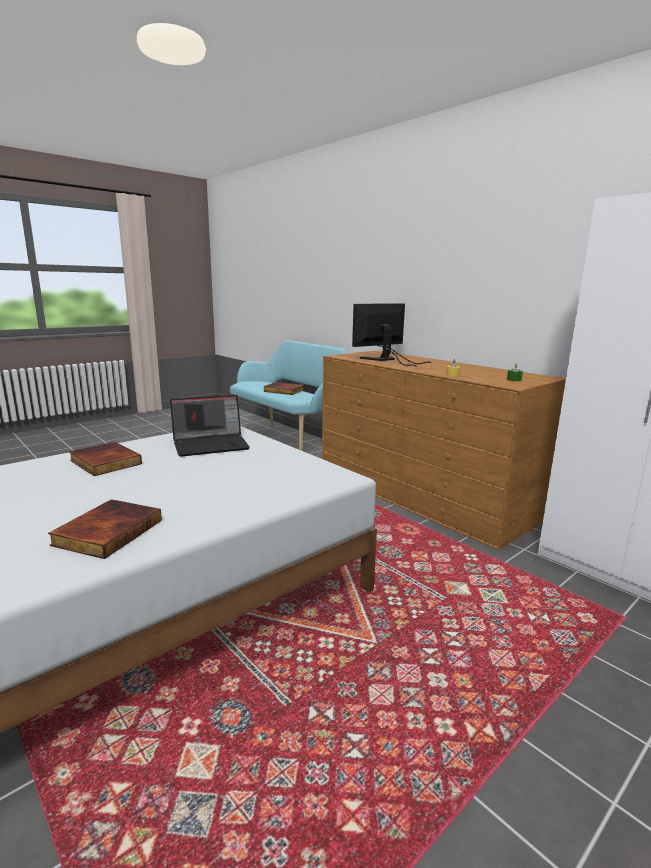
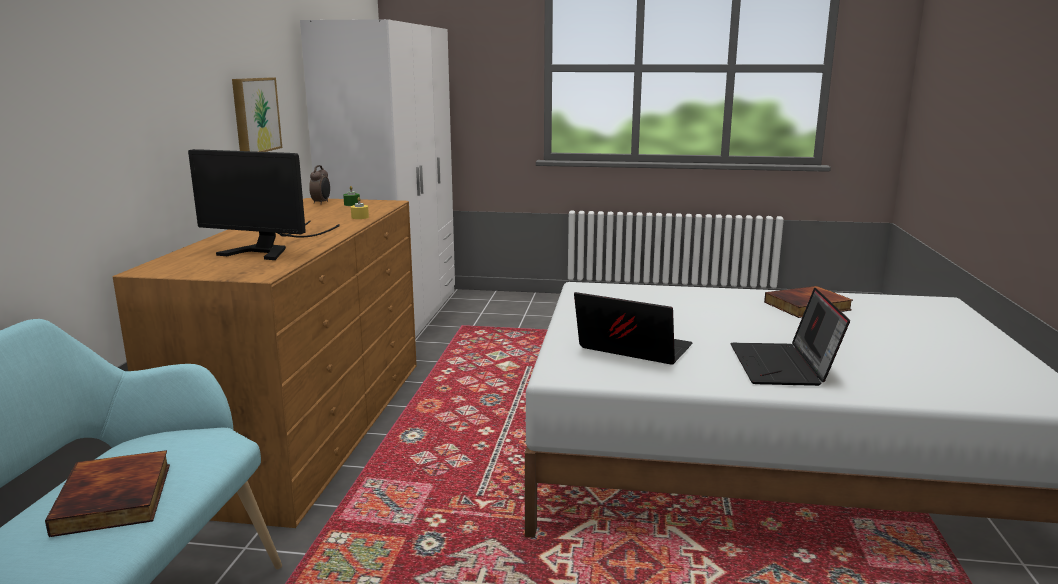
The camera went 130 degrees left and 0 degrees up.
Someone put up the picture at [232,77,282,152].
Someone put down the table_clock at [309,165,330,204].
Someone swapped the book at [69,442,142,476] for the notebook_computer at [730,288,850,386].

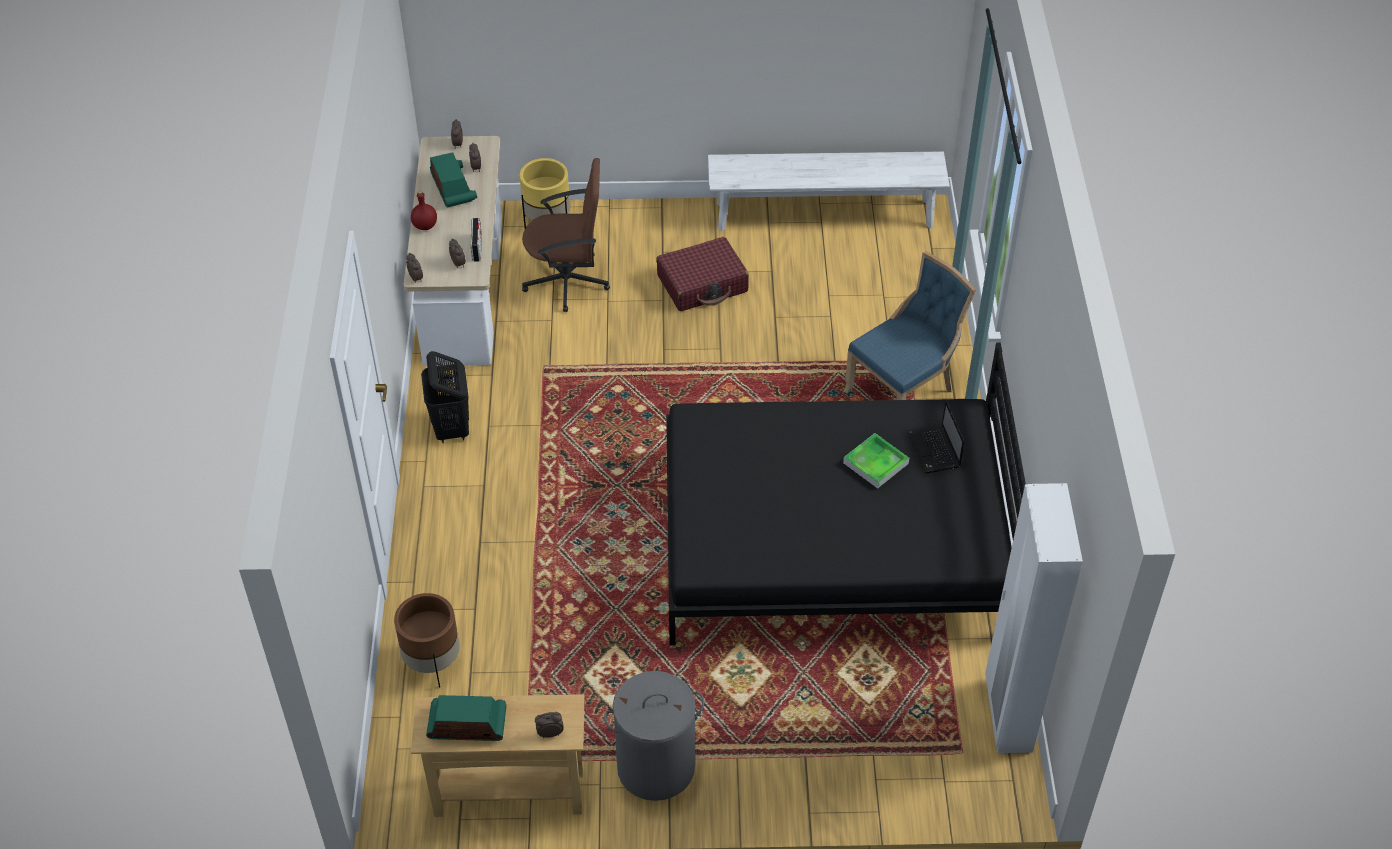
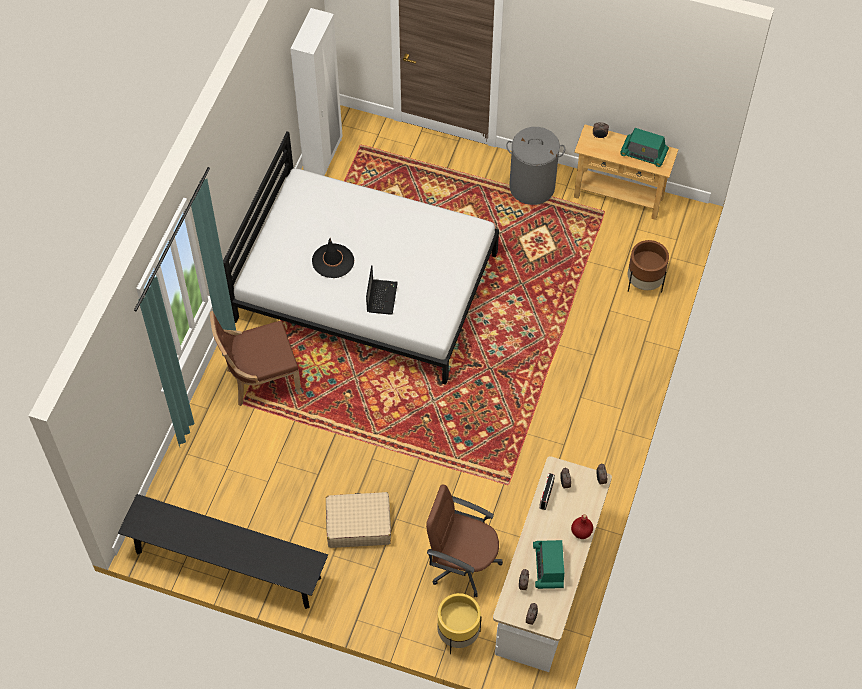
The camera went 160 degrees left and 10 degrees up.
Someone took away the black_hamper at [421,351,469,443].
Someone carried the notebook_computer from [907,400,964,473] to [366,265,398,315].
Someone swapped the serving_tray at [843,433,909,489] for the black_clothing_hat at [312,238,354,278].
Someone repainted the red_travel_case at [656,237,749,311], which became the sand-coloured_travel_case at [326,492,391,548].
Someone repainted the black_sleeping_bed at [666,342,1026,645], which became the white-coloured_sleeping_bed at [223,131,499,385].
Someone repainted the white-coloured_indoor_bench at [708,151,950,231], which became the black_indoor_bench at [118,494,328,609].
Someone repainted the bluish_upright_chair at [843,251,976,400], which became the brown_upright_chair at [210,311,302,406].

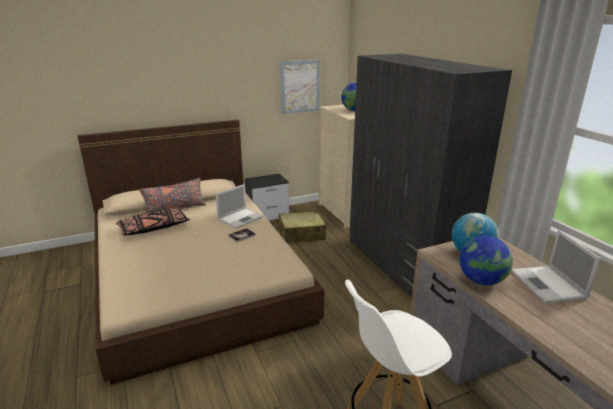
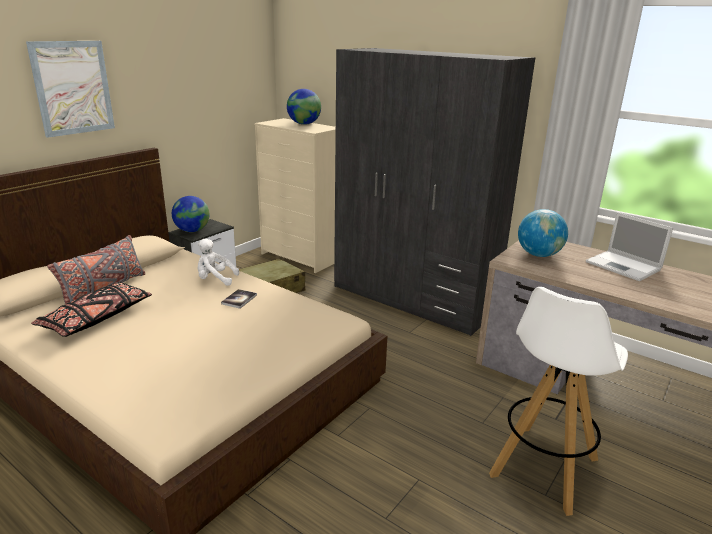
The camera went 30 degrees left and 0 degrees up.
Someone carried the picture from [280,59,320,114] to [26,41,115,138].
Someone carried the desk_globe from [459,236,513,285] to [172,196,209,232].
Someone swapped the notebook_computer at [215,184,264,229] for the white-coloured_cuddly_toy at [197,239,239,286].

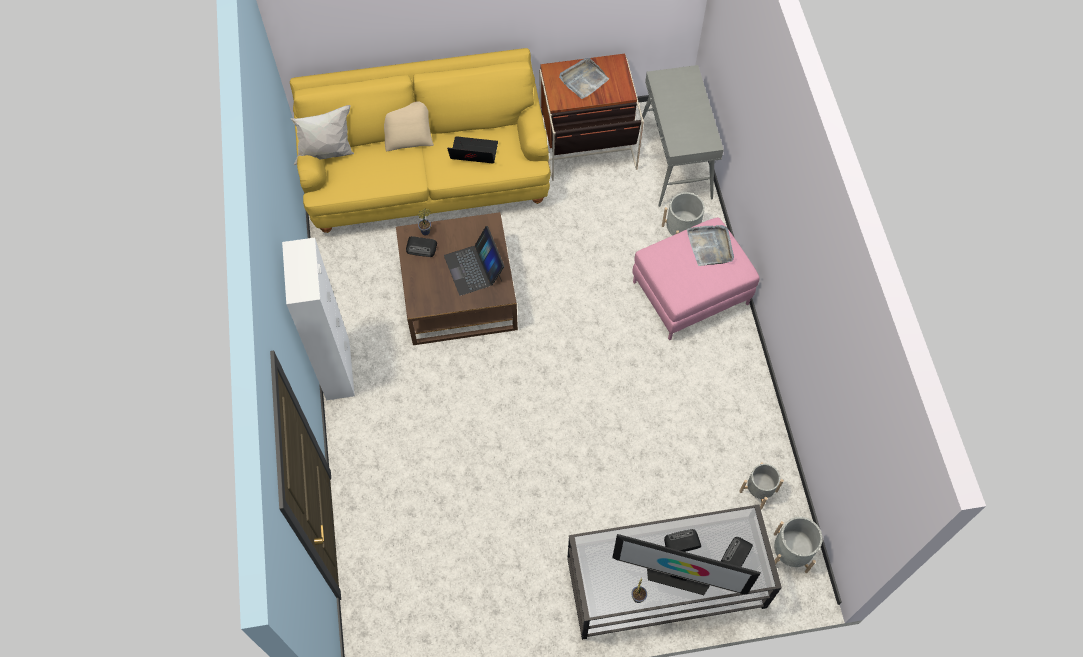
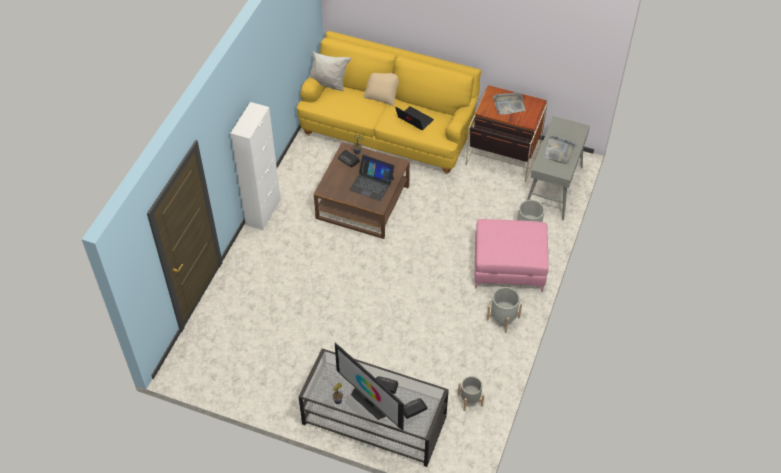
The camera went 30 degrees right and 10 degrees down.
Someone carried the greyish_serving_tray from [687,225,734,266] to [544,135,577,164].
Someone carried the greyish_planter from [774,517,823,573] to [487,287,522,333].
Someone rotated the notebook_computer at [444,226,504,296] by 75 degrees counterclockwise.

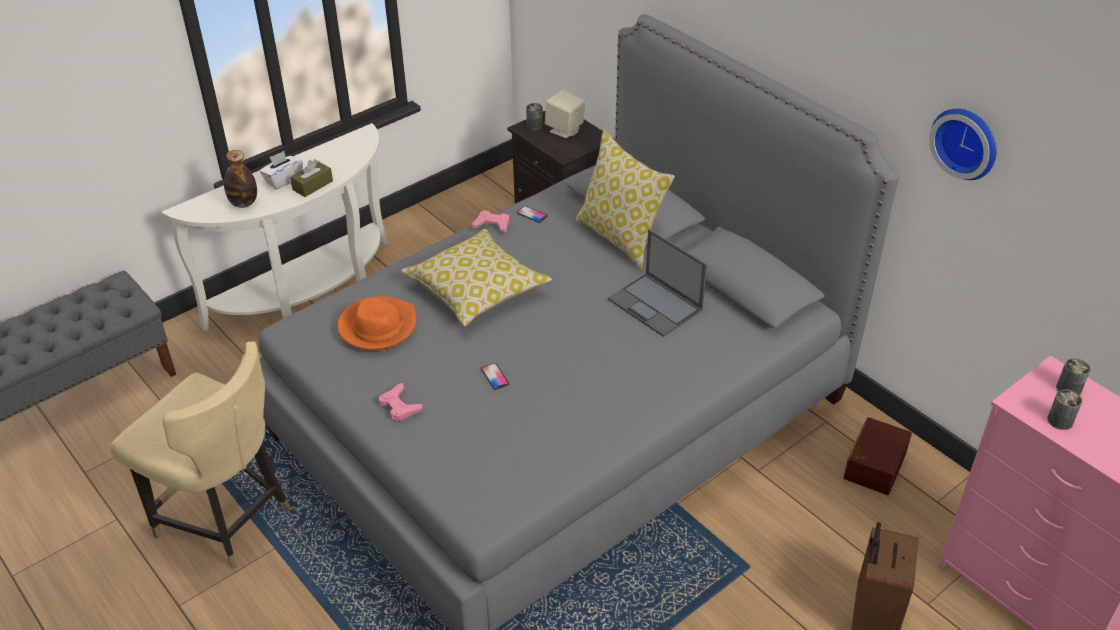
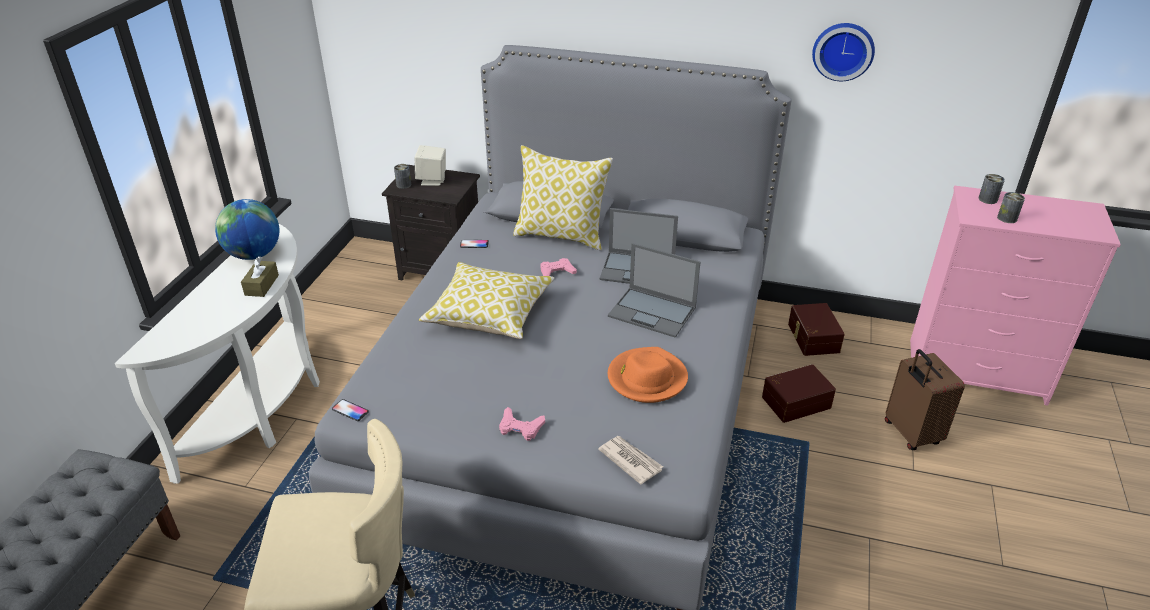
The camera went 35 degrees left and 5 degrees down.
Someone took away the bottle at [224,150,257,208].
Someone took away the white-coloured_box_of_tissues at [259,151,303,189].
Someone put down the desk_globe at [215,199,279,260].
Someone put down the newspaper at [598,436,663,485].
Someone put down the notebook_computer at [608,243,700,338].
Someone put down the brown_storage_container at [762,364,836,423].
Someone carried the orange-coloured_clothing_hat from [337,296,416,351] to [608,347,688,403].
Someone carried the pinkish_gamepad from [472,211,510,233] to [541,258,577,276].
Someone carried the phone from [481,363,509,390] to [332,399,369,421].

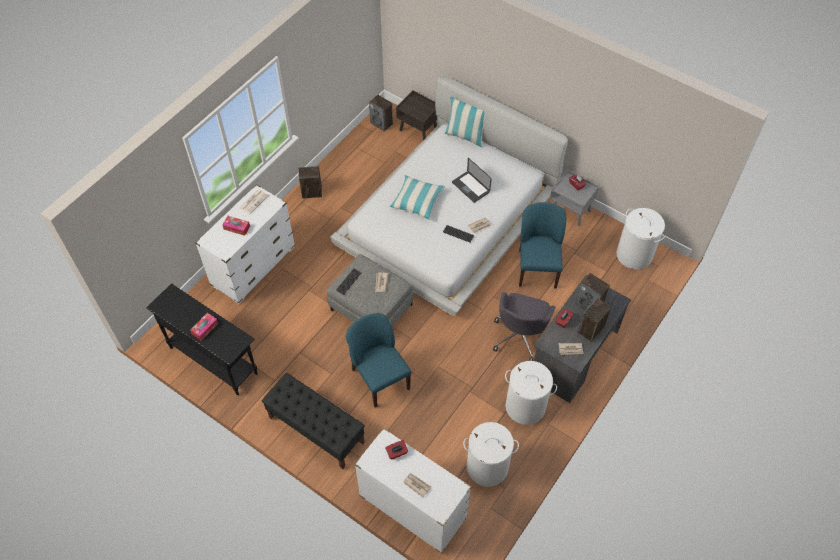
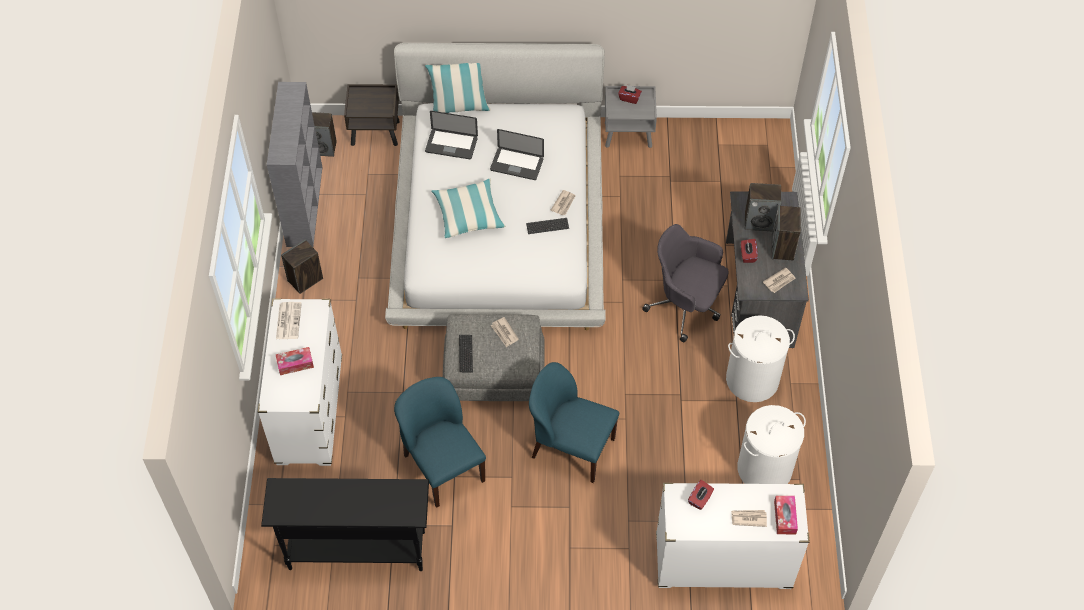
The camera went 35 degrees left and 0 degrees up.
Someone took away the black_indoor_bench at [262,373,365,469].
Someone took away the white-coloured_hamper at [616,208,665,269].
Someone put down the greyish_shelving_unit at [267,82,322,247].
Someone put down the notebook_computer at [425,111,478,159].
Someone carried the box_of_tissues from [190,313,218,341] to [774,496,798,534].
Someone carried the bluish_upright_chair from [519,202,566,289] to [394,377,486,508].
Someone rotated the greyish_office_chair at [493,292,555,361] by 135 degrees clockwise.

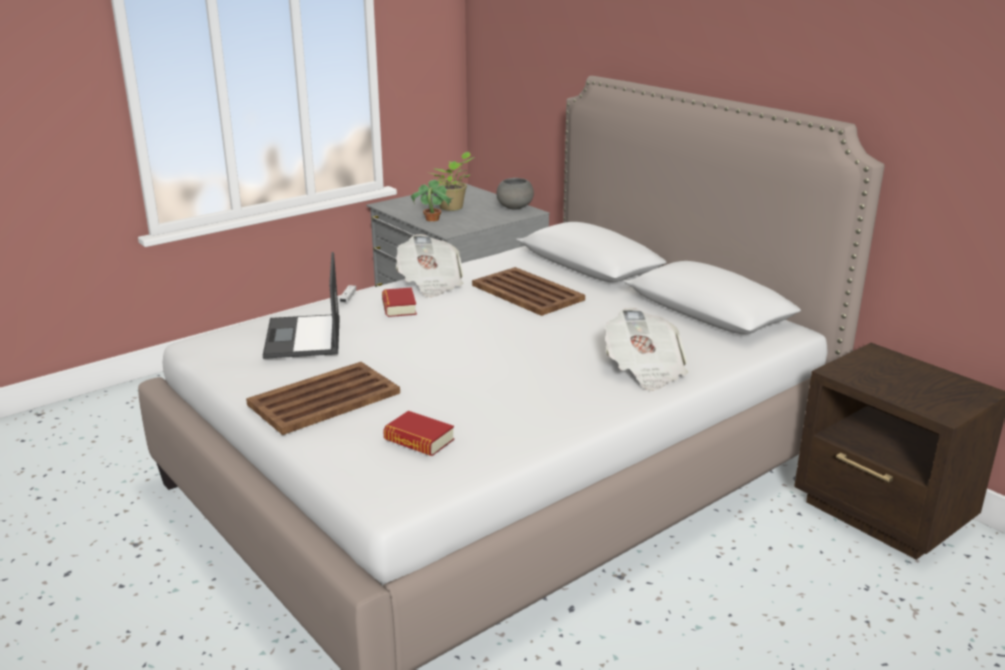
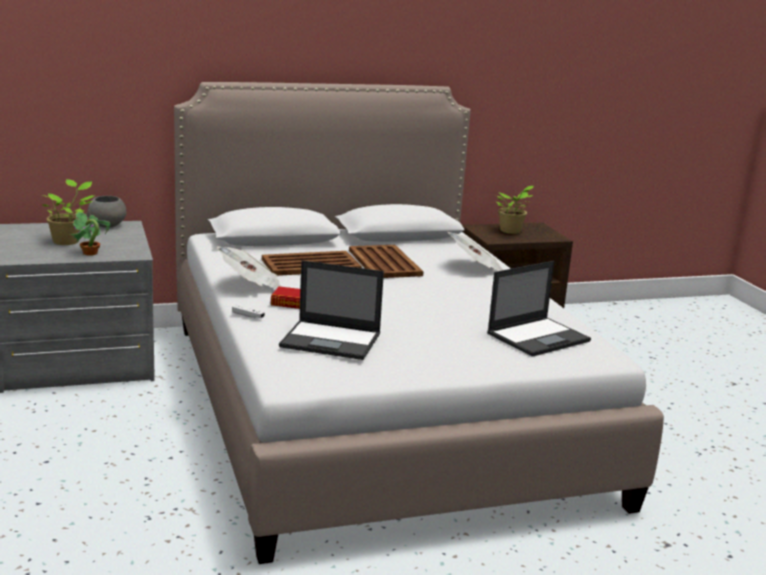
The camera went 70 degrees left and 5 degrees down.
Someone put down the potted_plant at [496,185,534,234].
Someone carried the brown_serving_tray from [246,362,400,435] to [349,245,424,278].
Someone swapped the book at [383,411,454,456] for the notebook_computer at [487,261,591,357].

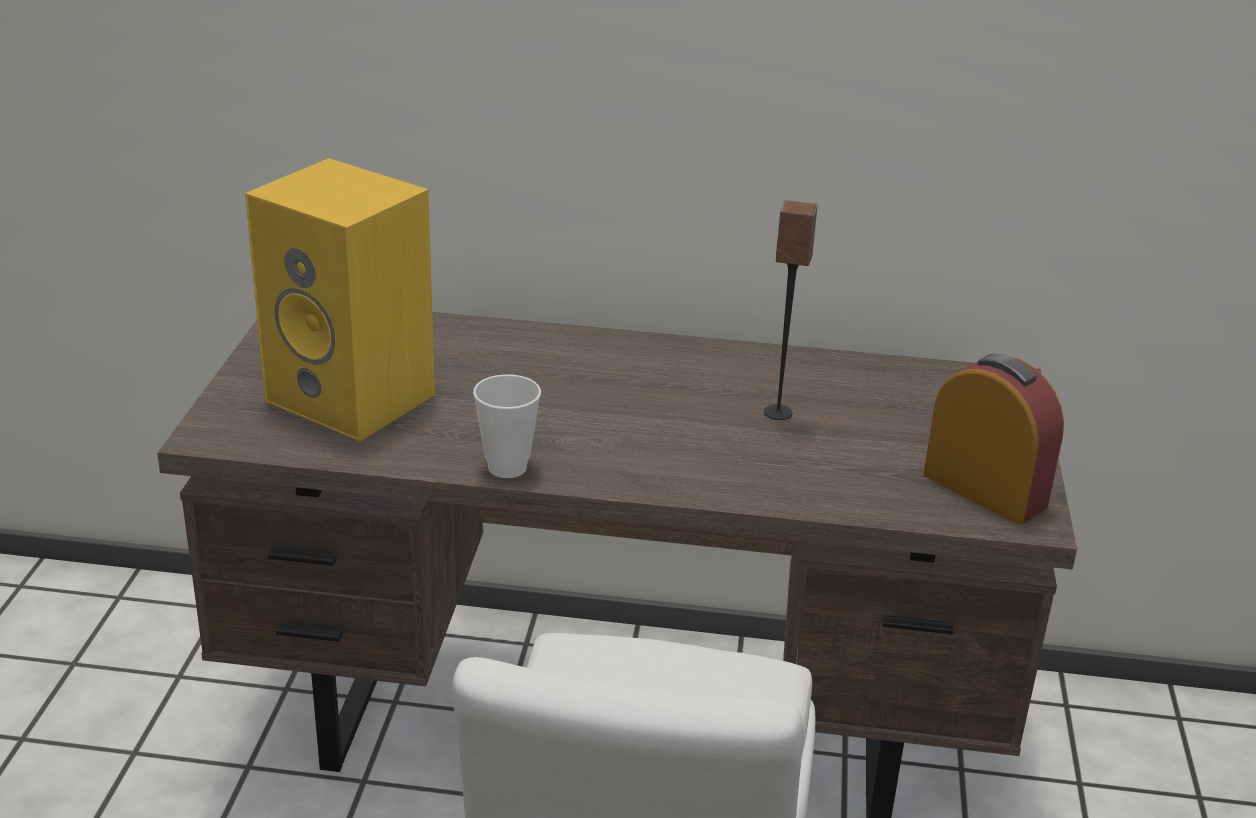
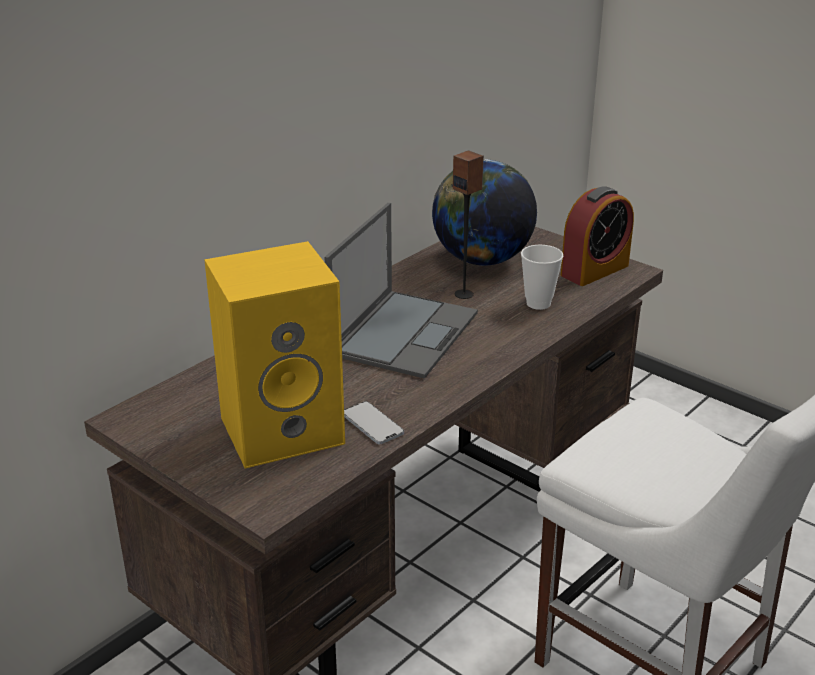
The camera went 55 degrees left and 0 degrees up.
Someone put down the notebook_computer at [325,203,478,379].
Someone put down the phone at [344,401,404,444].
Someone put down the desk_globe at [432,159,537,266].
Someone carried the drinking_cup from [473,374,541,478] to [521,245,563,310].
Someone rotated the table_clock at [923,354,1064,525] by 150 degrees clockwise.

